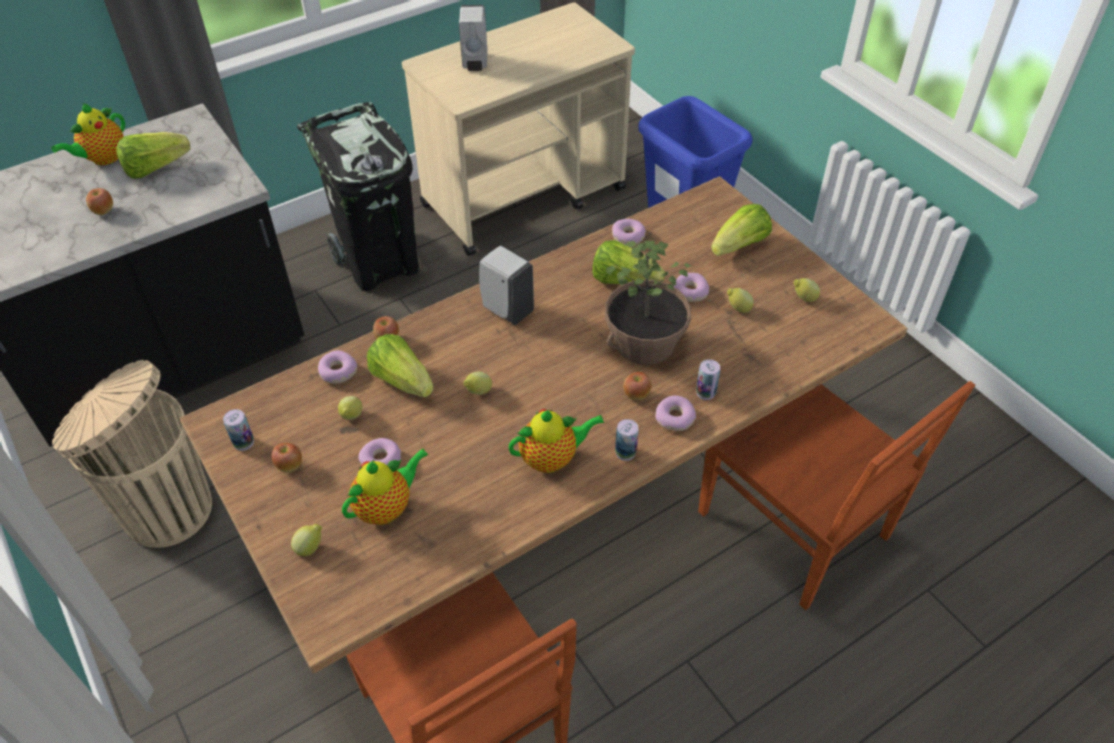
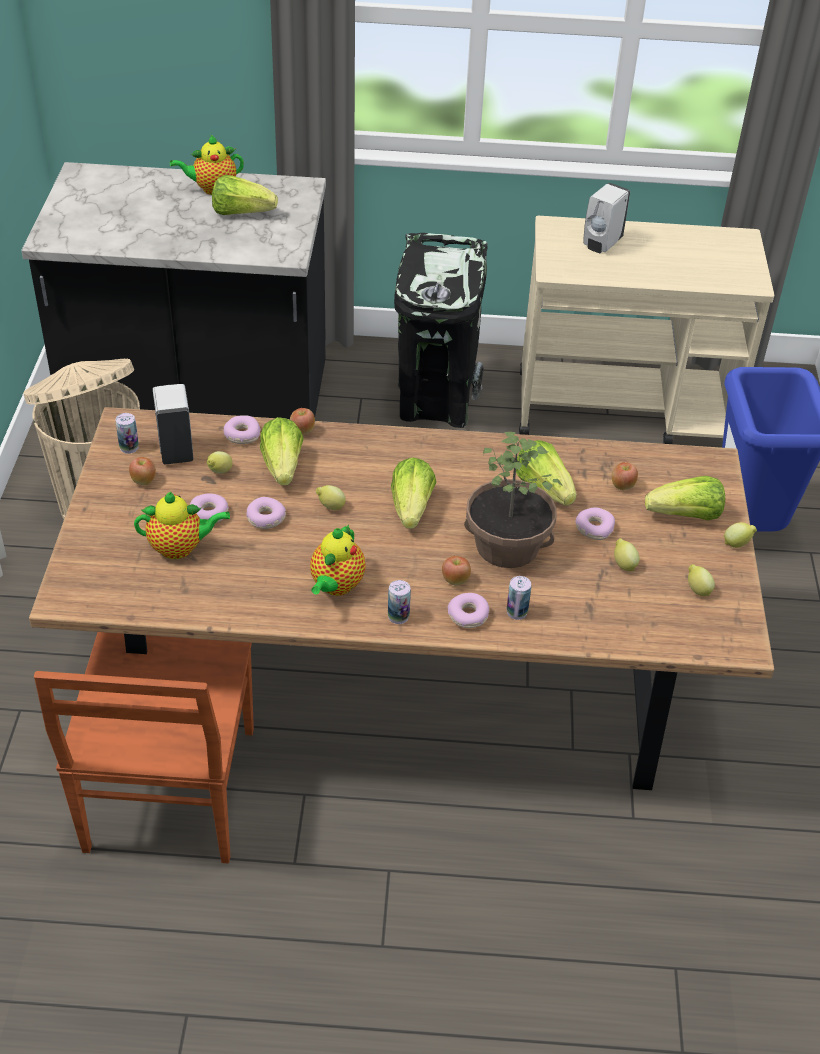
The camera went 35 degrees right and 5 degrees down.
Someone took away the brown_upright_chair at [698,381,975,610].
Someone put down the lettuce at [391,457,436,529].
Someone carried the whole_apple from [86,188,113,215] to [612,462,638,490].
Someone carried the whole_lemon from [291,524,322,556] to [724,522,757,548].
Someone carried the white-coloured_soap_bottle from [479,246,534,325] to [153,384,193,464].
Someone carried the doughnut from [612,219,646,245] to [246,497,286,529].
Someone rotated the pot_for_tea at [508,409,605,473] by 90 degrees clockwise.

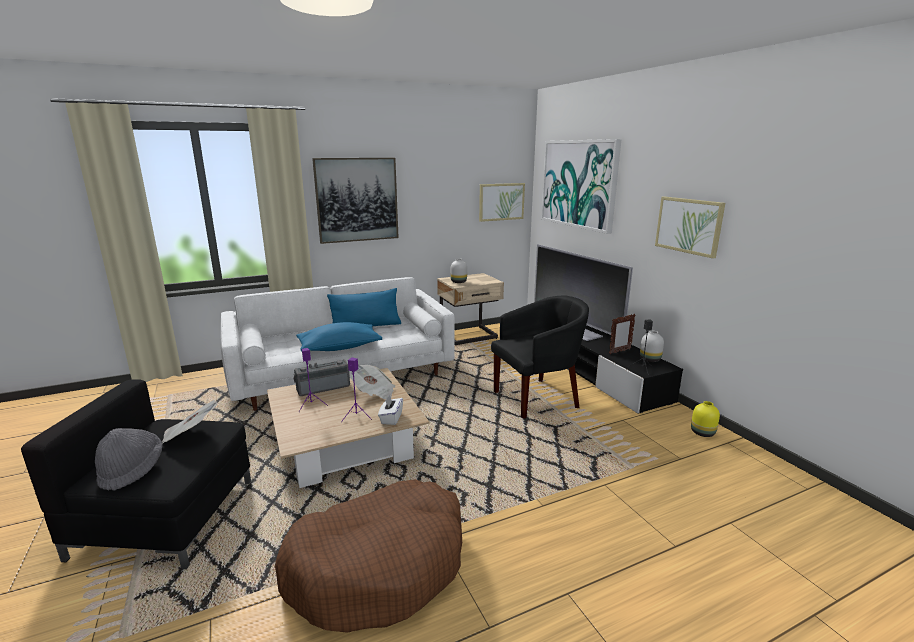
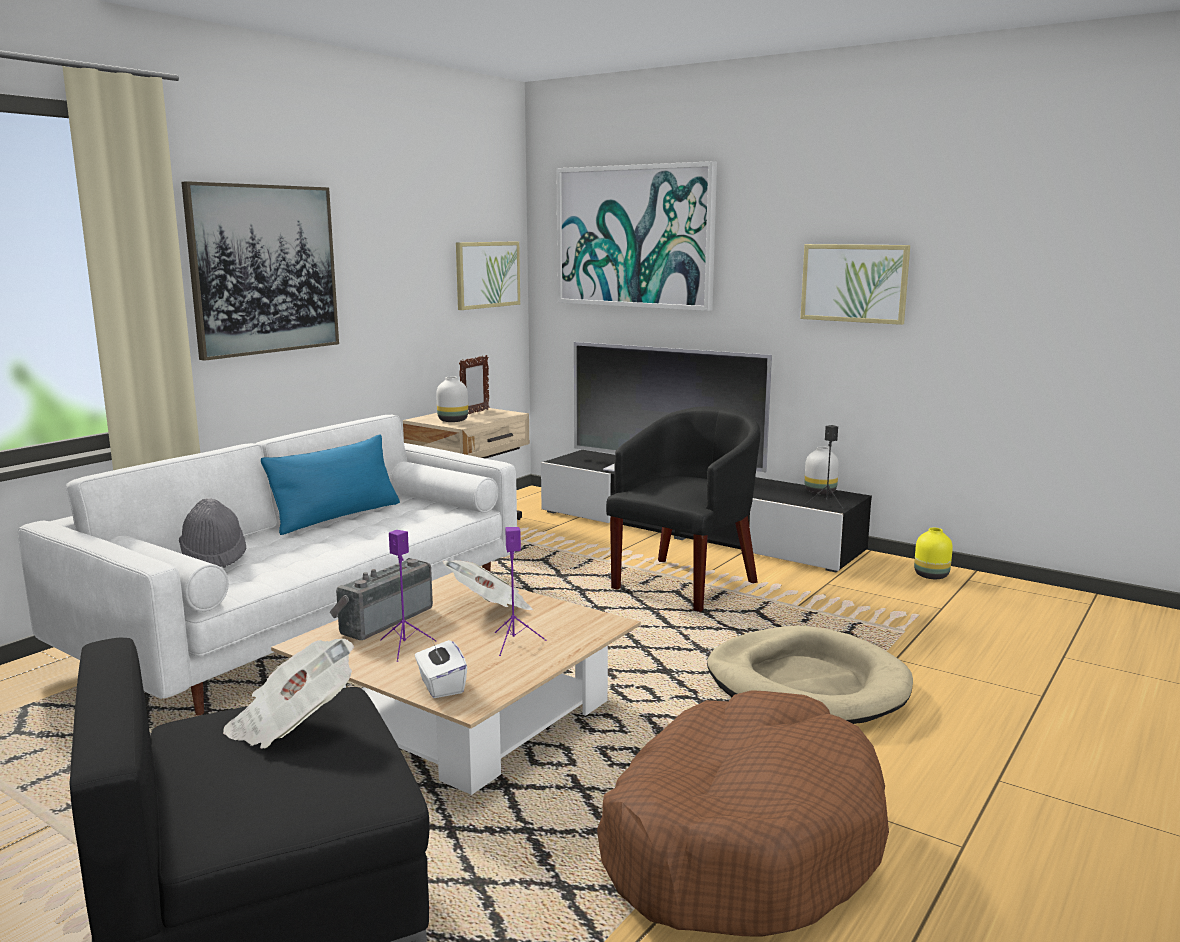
The camera went 30 degrees left and 5 degrees down.
Someone took away the bluish_pillow at [296,322,382,351].
Someone put down the sand-coloured_dog_cushion at [707,626,913,724].
Someone carried the greyish_clothing_hat from [95,428,163,490] to [179,498,246,568].
Someone carried the white-coloured_box_of_tissues from [378,394,403,425] to [415,638,467,698].
Someone carried the picture_frame from [609,314,636,354] to [459,355,489,414].

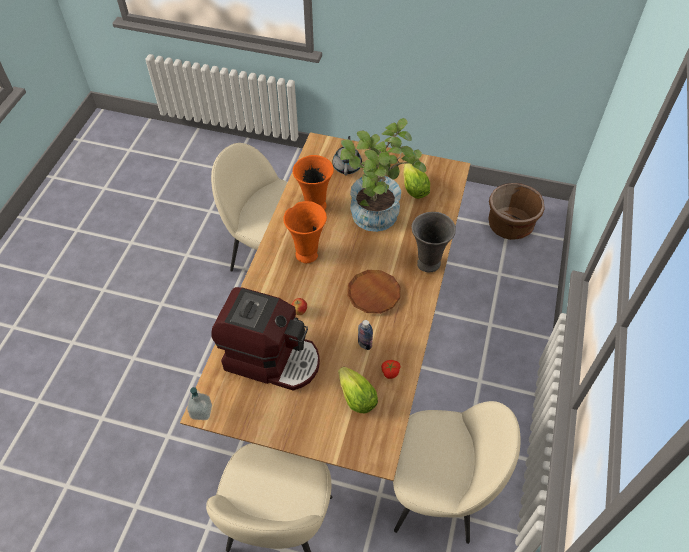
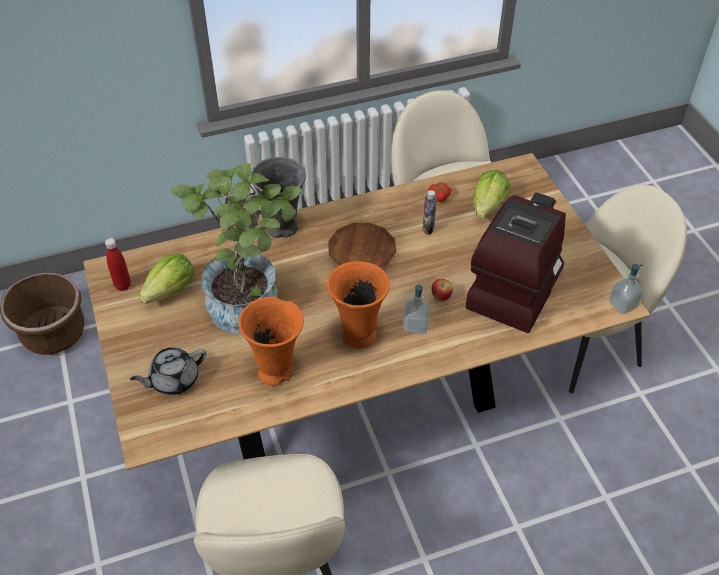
The camera went 125 degrees left and 5 degrees down.
Someone put down the red_bottle at [105,238,131,291].
Someone put down the soap_bottle at [403,285,430,334].
Someone rotated the coffee_maker at [211,287,320,391] by 45 degrees clockwise.

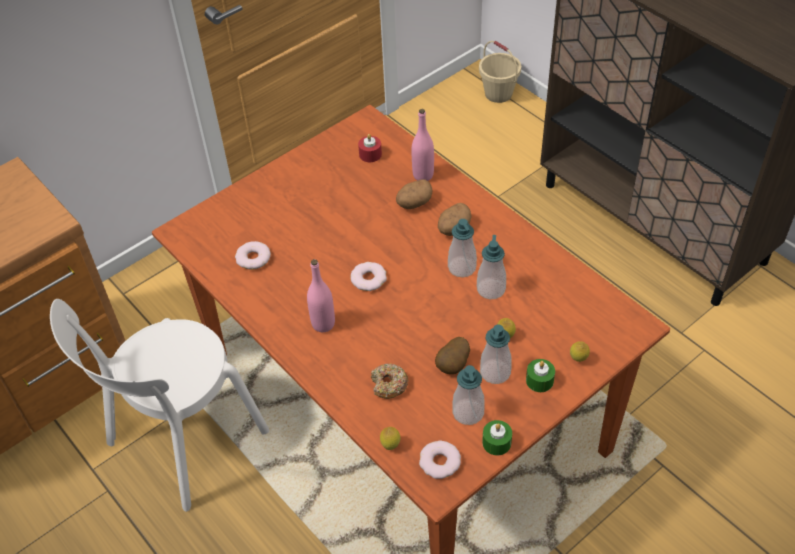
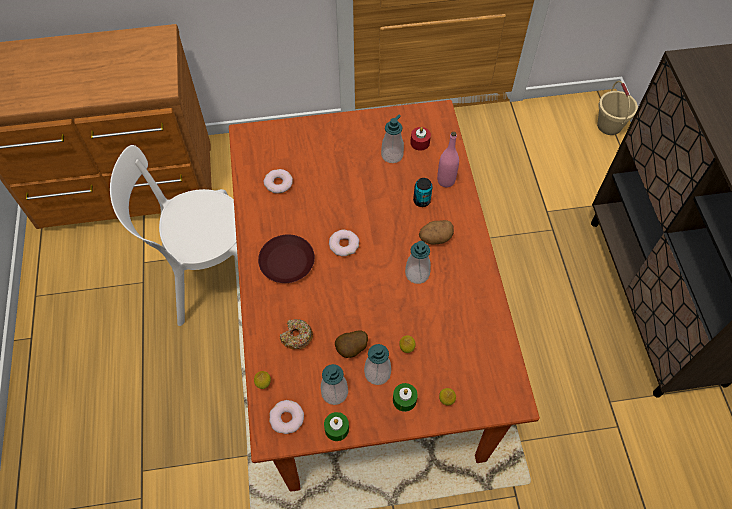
The camera went 30 degrees right and 10 degrees up.
Someone carried the soap_bottle from [477,235,506,299] to [381,115,404,163].
Someone swapped the pinkish_bottle at [307,259,335,332] for the brown_flat_dish at [258,234,315,283].
Someone swapped the whole_potato at [396,179,432,209] for the metal_can at [413,178,433,207].

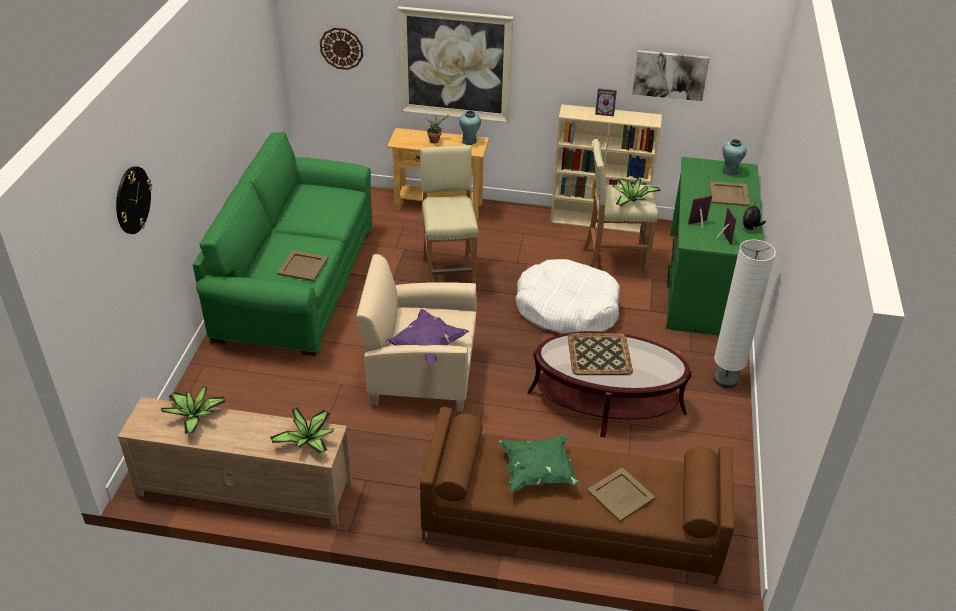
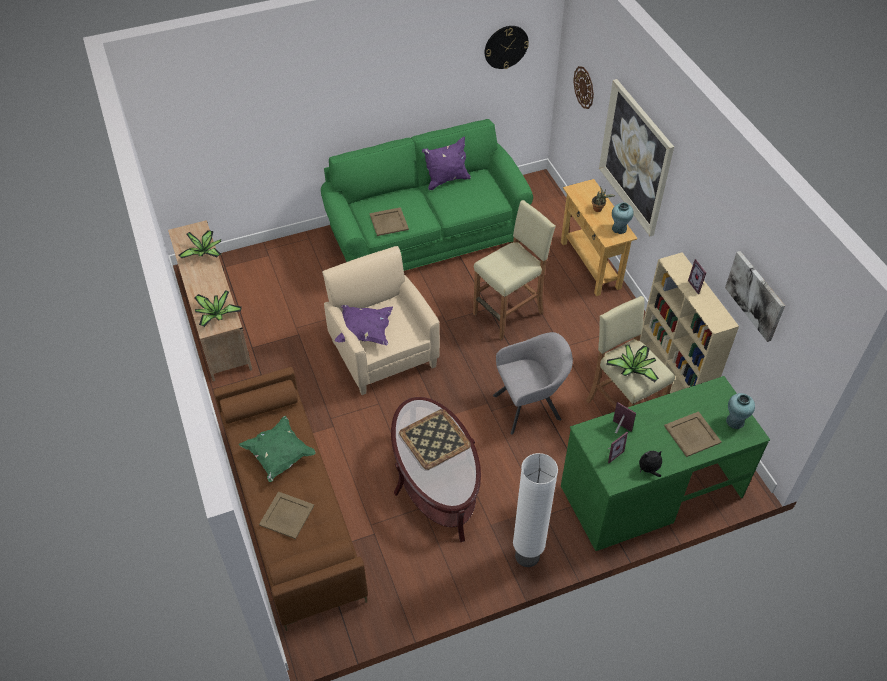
The camera went 60 degrees right and 10 degrees up.
Someone put down the purple_pillow at [422,136,471,190].
Someone carried the clock_on_the_wall from [116,166,152,234] to [485,26,529,69].
Someone swapped the white-coloured_dog_cushion at [516,259,620,333] for the greyish_armchair at [493,332,573,435].

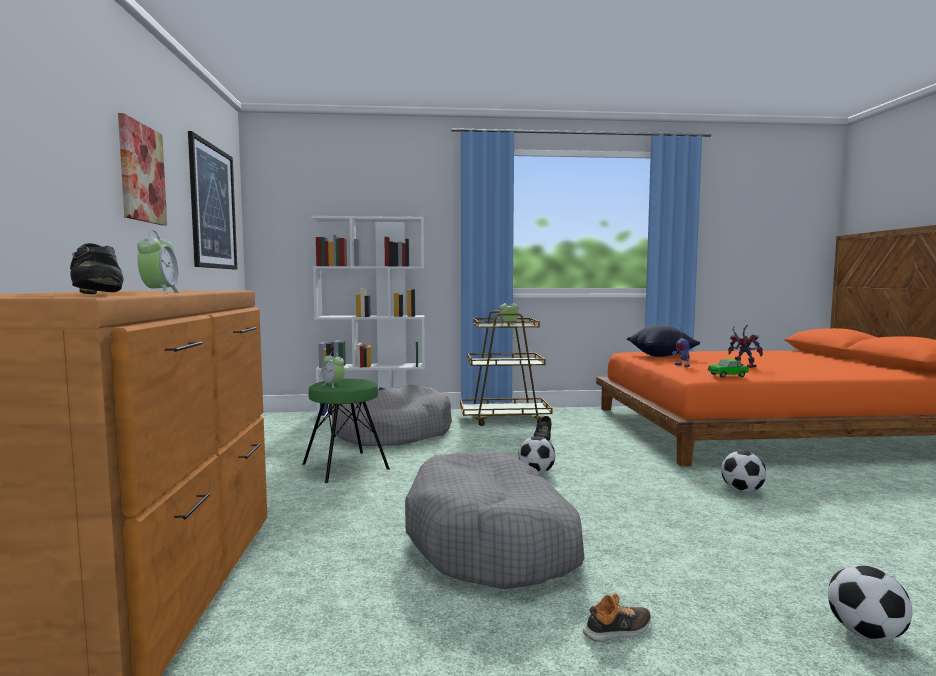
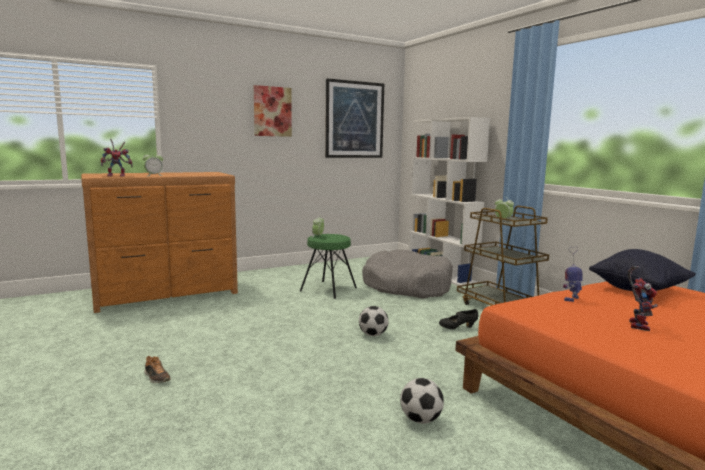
The camera went 65 degrees right and 5 degrees up.
Someone took away the greyish_dog_cushion at [405,451,584,589].
Someone took away the toy_car at [708,359,749,378].
Someone took away the ball_for_football at [828,565,913,641].
Someone swapped the black_shoe at [70,243,123,294] for the toy_robot at [101,139,133,177].

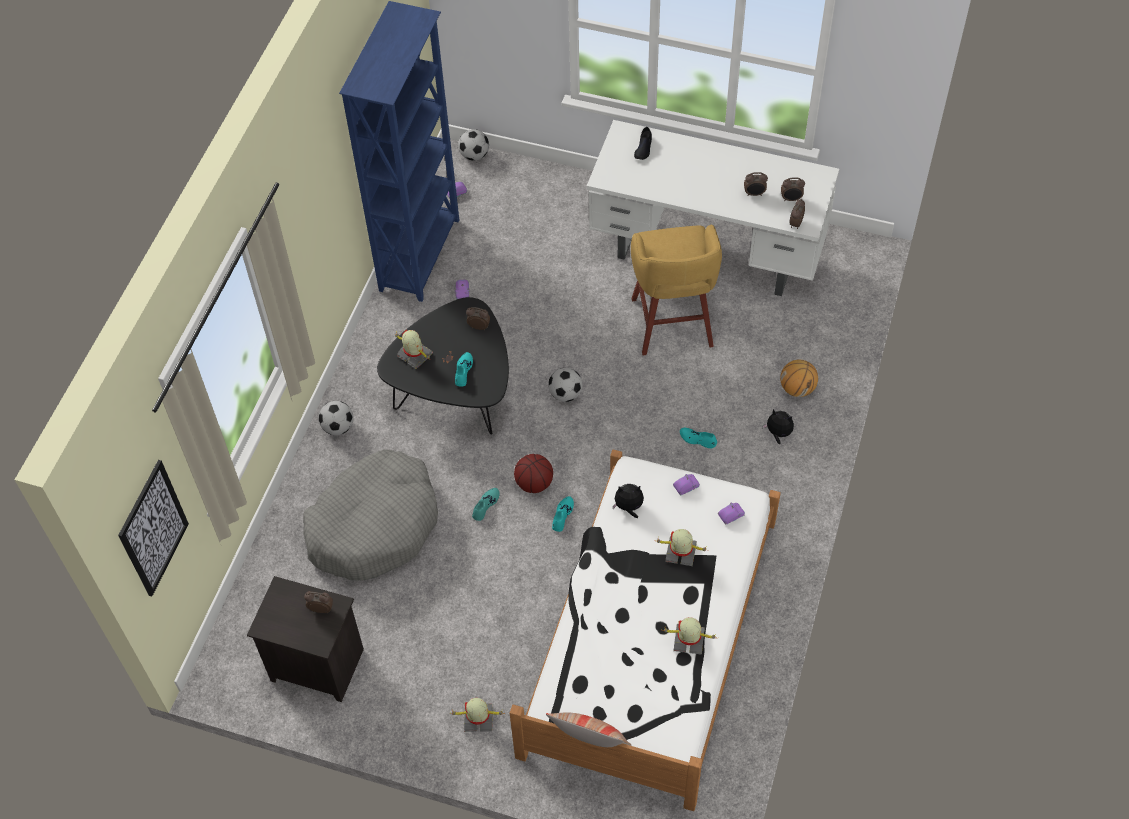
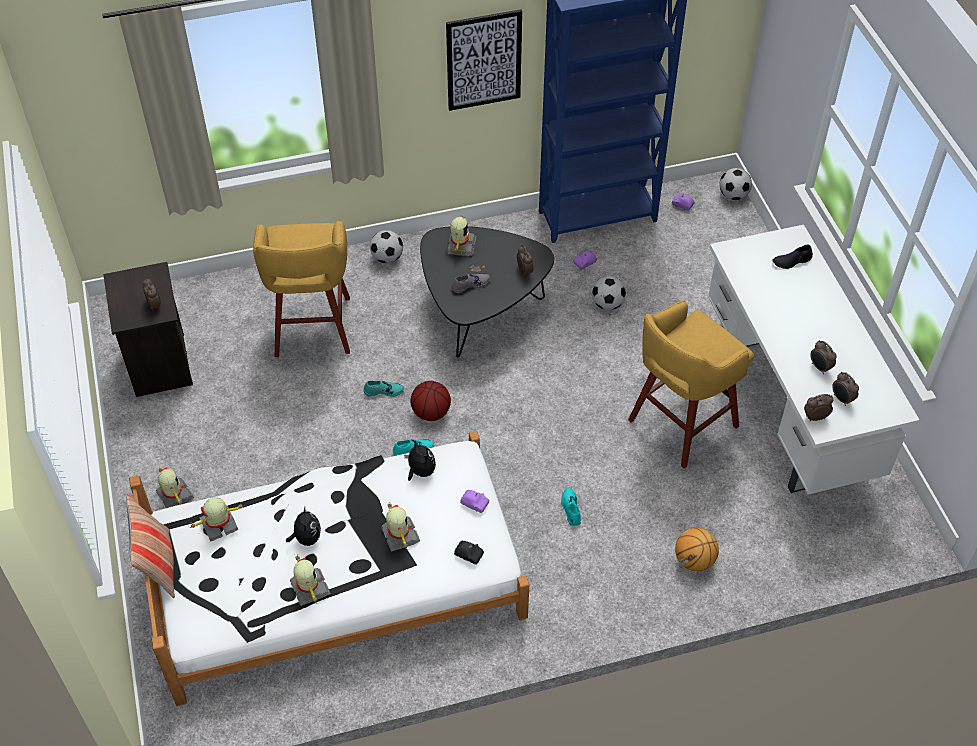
The camera went 55 degrees right and 5 degrees down.
Someone put down the toy_robot at [189,497,243,542].
Someone carried the picture from [118,460,189,596] to [446,9,522,111].
Someone carried the ball_for_football from [548,368,583,402] to [592,276,626,310].
Someone carried the cuddly_toy from [763,409,794,444] to [286,507,321,546].
Someone swapped the greyish_dog_cushion at [303,449,438,581] for the yellow_sitting_stool at [253,220,350,357].
Someone repainted the turquoise-coloured_shoe at [455,352,473,386], which became the greyish_shoe at [452,273,490,293].
Someone repainted the purple_toy_car at [718,503,745,524], which became the black_toy_car at [454,541,484,565].

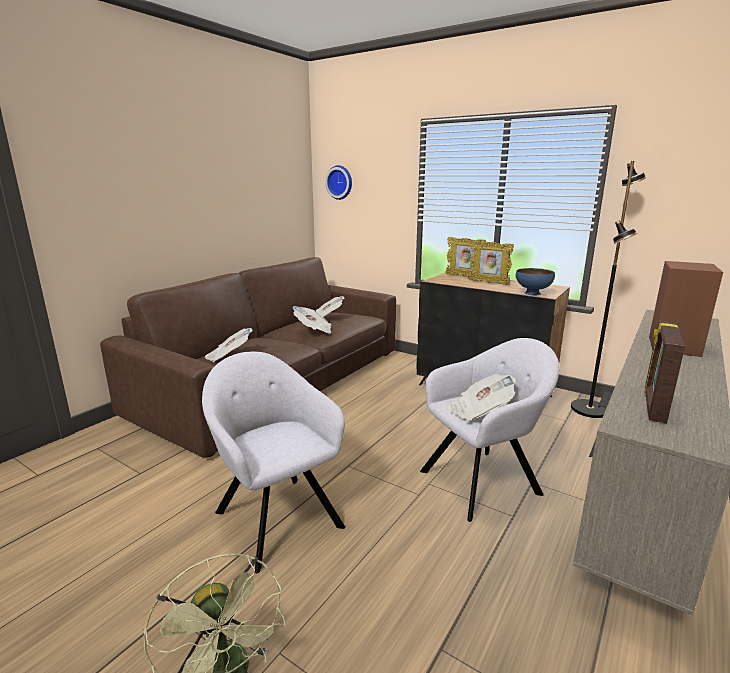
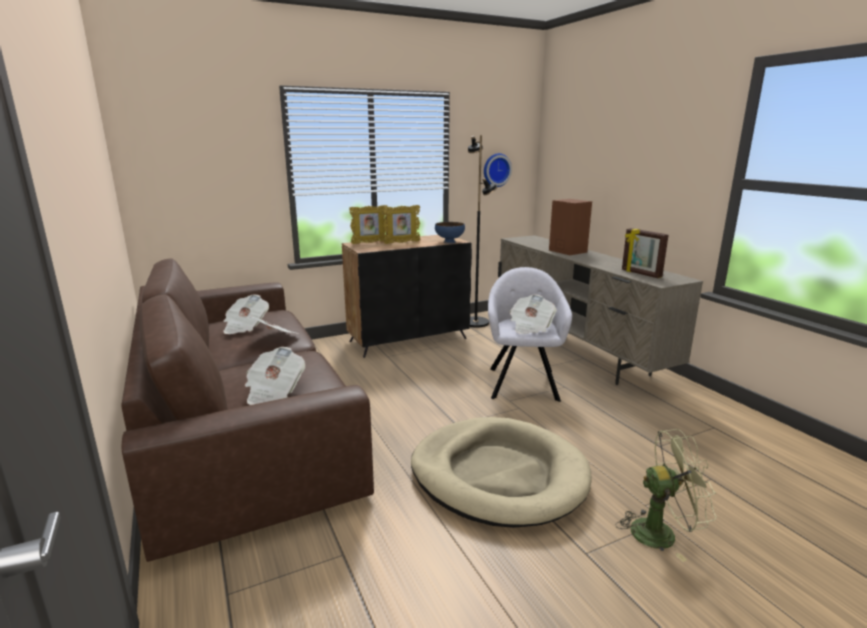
The camera went 60 degrees left and 0 degrees up.
Someone carried the clock_on_the_wall from [325,165,352,200] to [484,153,512,187].
Someone swapped the greyish_armchair at [202,352,345,573] for the sand-coloured_dog_cushion at [411,417,592,528].

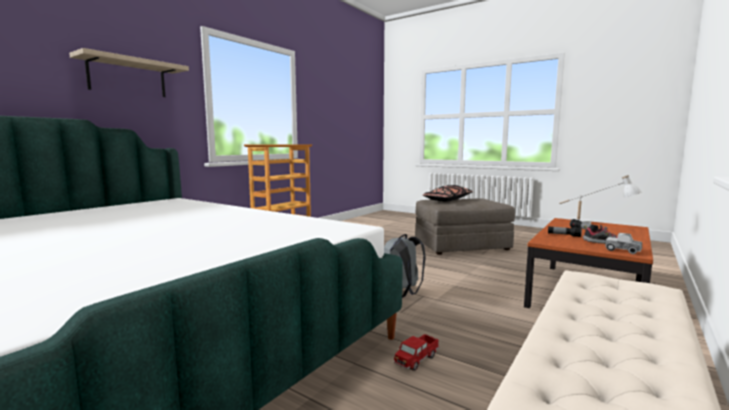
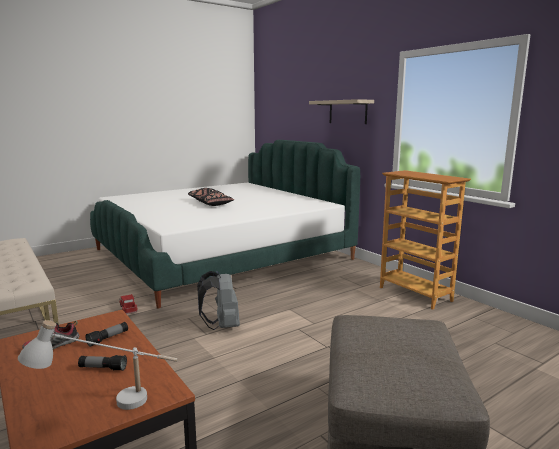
The camera went 110 degrees right and 5 degrees up.
Someone took away the toy_truck at [605,233,642,254].
Someone carried the black_pillow from [422,185,473,202] to [188,188,234,206].

